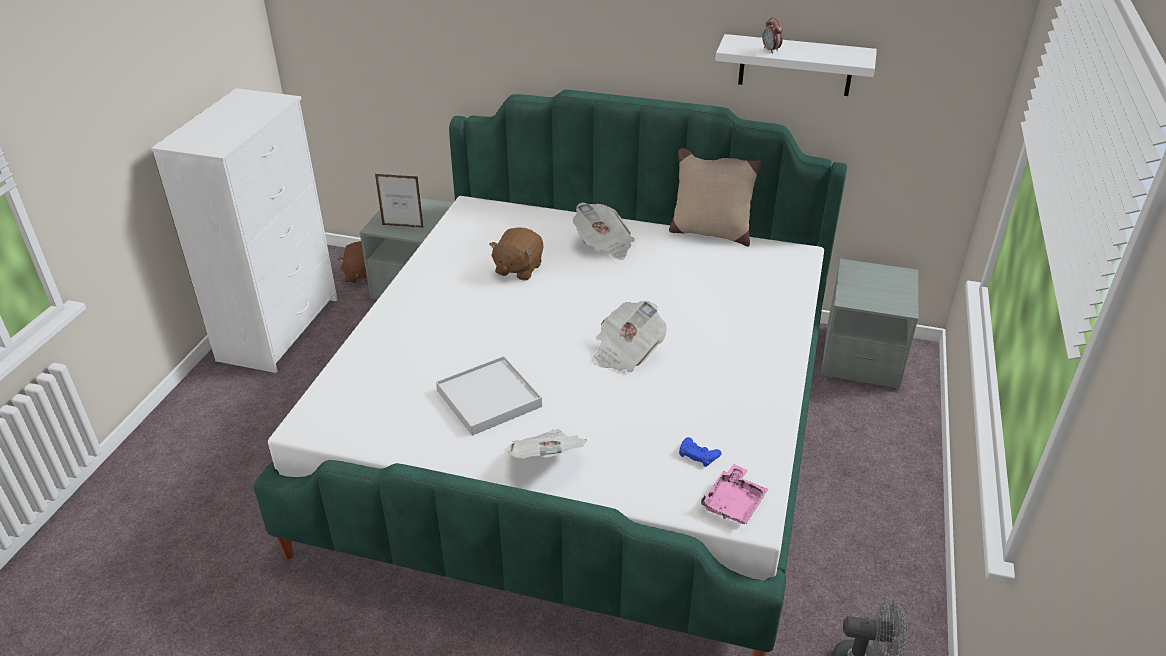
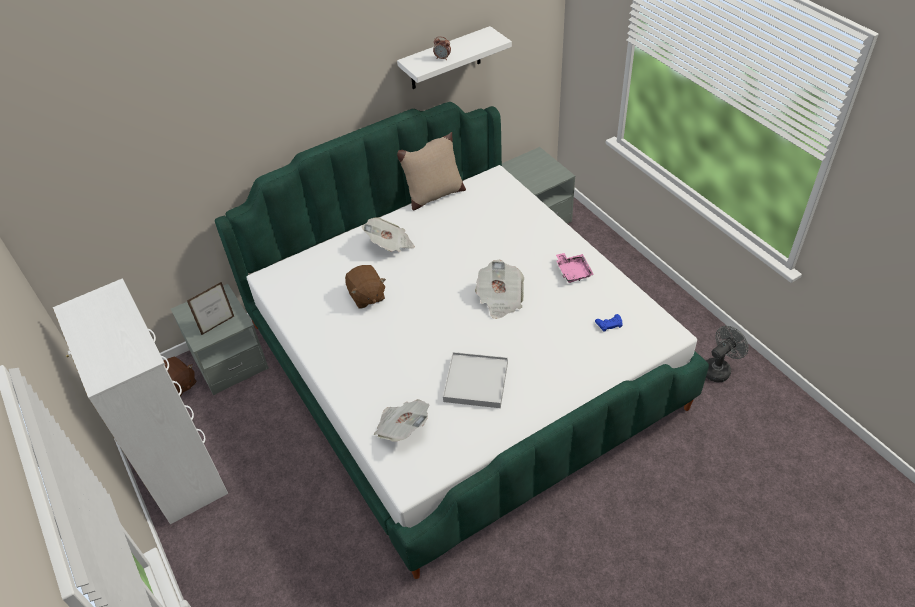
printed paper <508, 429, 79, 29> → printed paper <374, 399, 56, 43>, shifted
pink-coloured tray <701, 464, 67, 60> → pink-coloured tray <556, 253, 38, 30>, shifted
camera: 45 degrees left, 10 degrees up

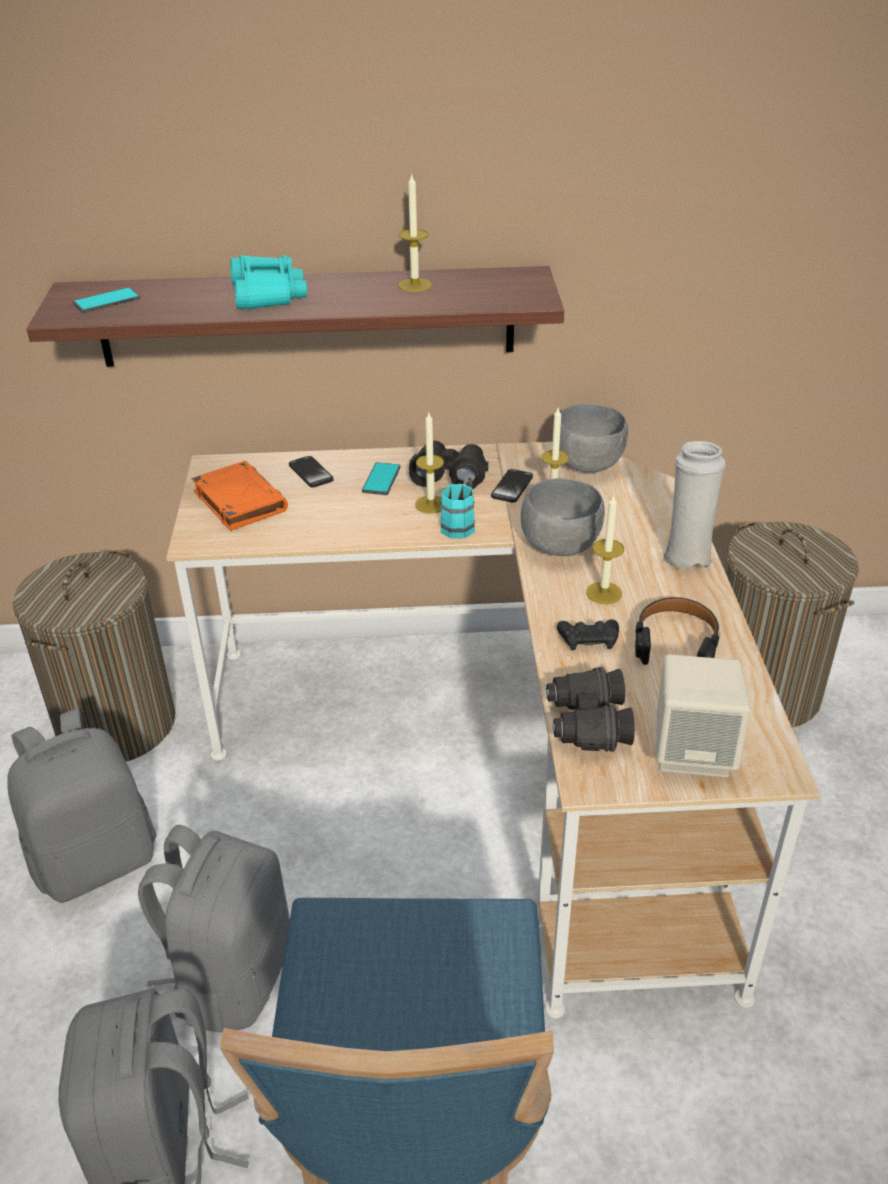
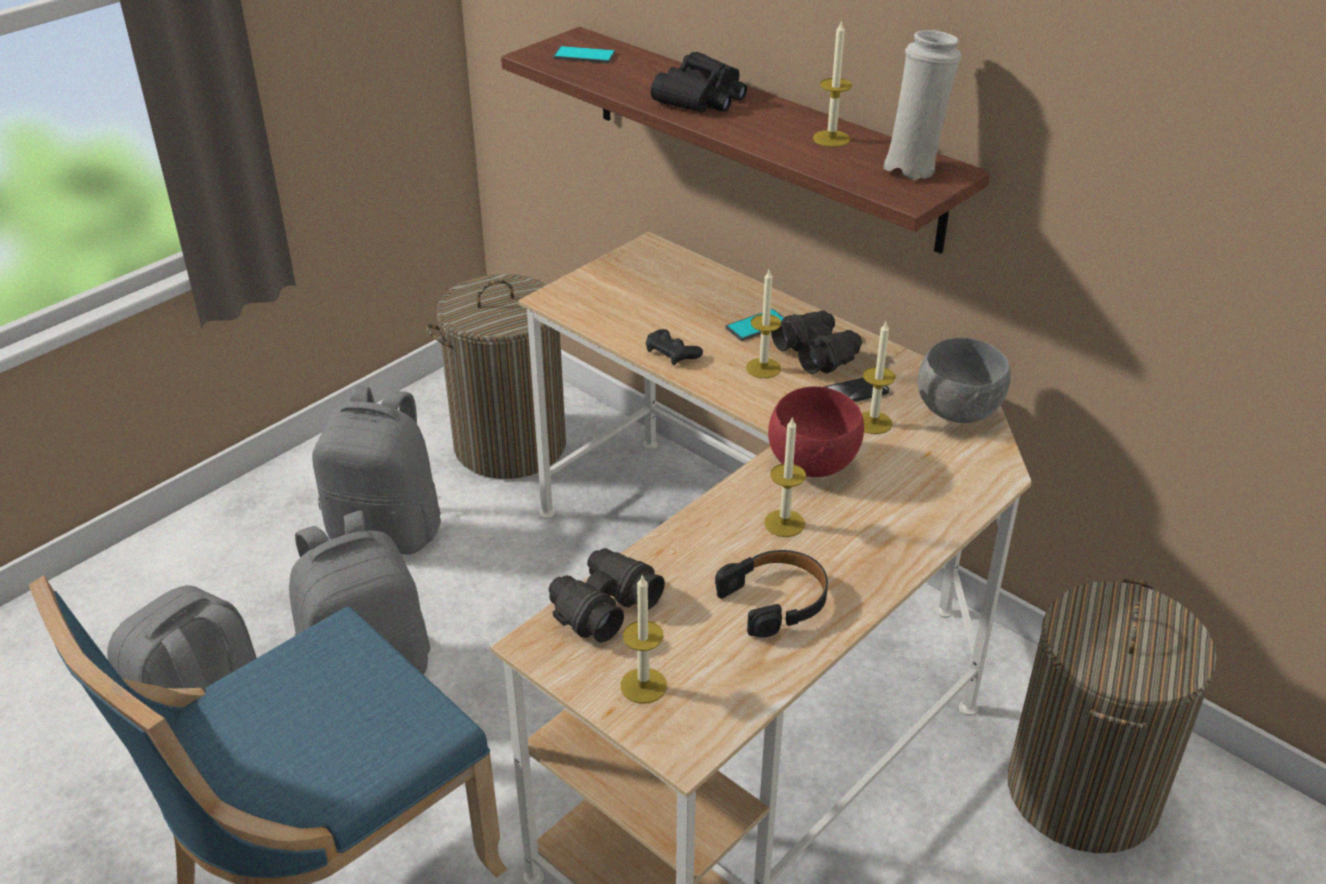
beige-coloured speaker <656, 654, 95, 123> → wax light <621, 574, 46, 130>
blackish gamepad <557, 619, 62, 32> → blackish gamepad <646, 329, 57, 36>, shifted
blue-green pair of binoculars <230, 255, 77, 55> → blackish pair of binoculars <651, 52, 96, 61>
greyish deep dish <521, 478, 84, 78> → red-coloured deep dish <768, 387, 96, 90>
white flower vase <663, 441, 63, 128> → white flower vase <883, 30, 78, 150>, shifted
orange bound book <192, 461, 96, 70> → -
handset <289, 456, 44, 31> → -
blue-green mug <440, 477, 35, 62> → -
camera: 45 degrees right, 0 degrees up

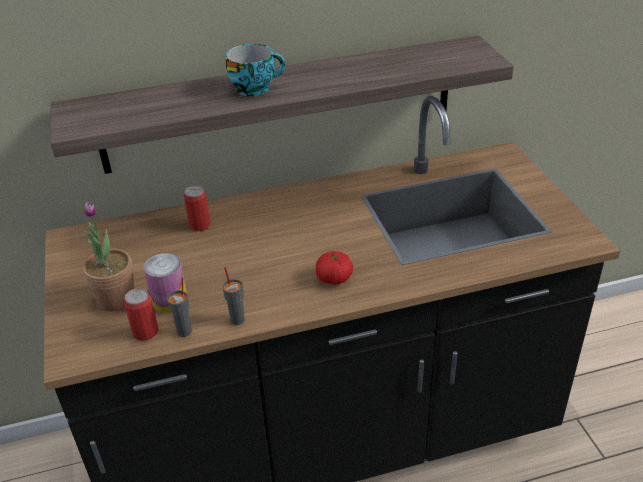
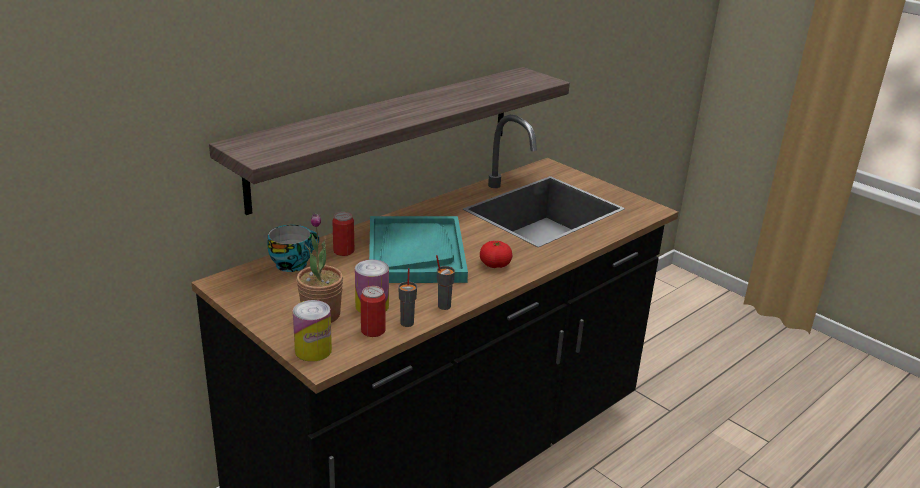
drinking cup <226, 44, 60, 52> → drinking cup <267, 225, 52, 47>, shifted
- → sealed can <293, 300, 39, 62>
- → blue-green tray <369, 216, 99, 67>
camera: 30 degrees left, 10 degrees down

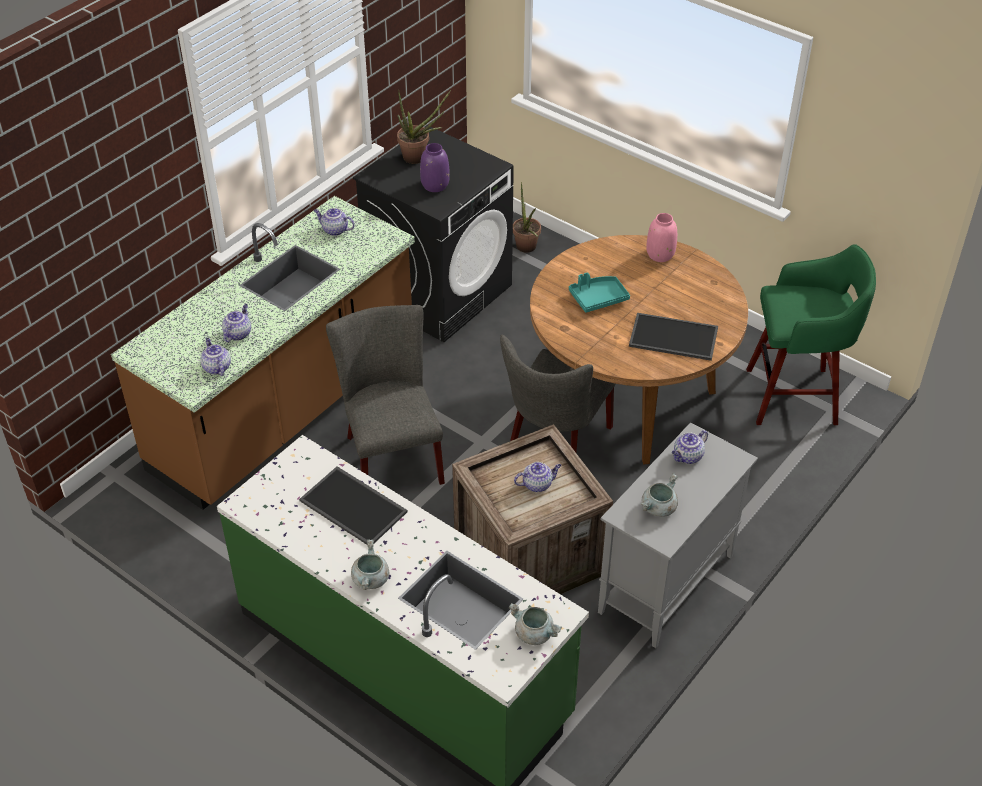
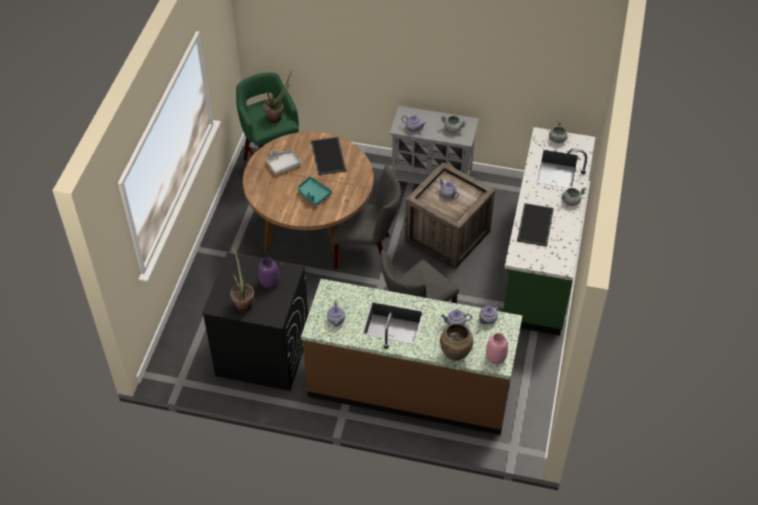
houseplant <513, 182, 28, 71> → houseplant <263, 70, 29, 53>, shifted
- → greyish tray <265, 150, 37, 25>
- → brown-coloured flower vase <440, 323, 33, 38>
pink-coloured flower vase <646, 213, 31, 49> → pink-coloured flower vase <486, 333, 22, 31>, shifted
camera: 115 degrees left, 5 degrees up

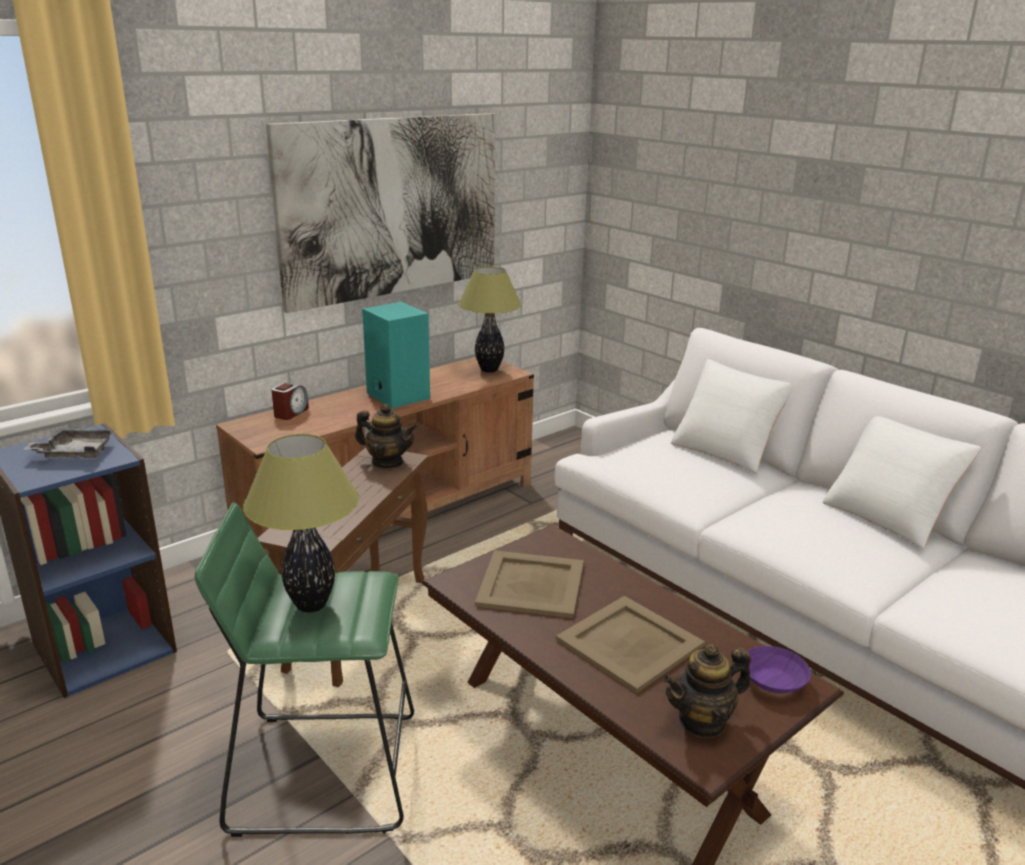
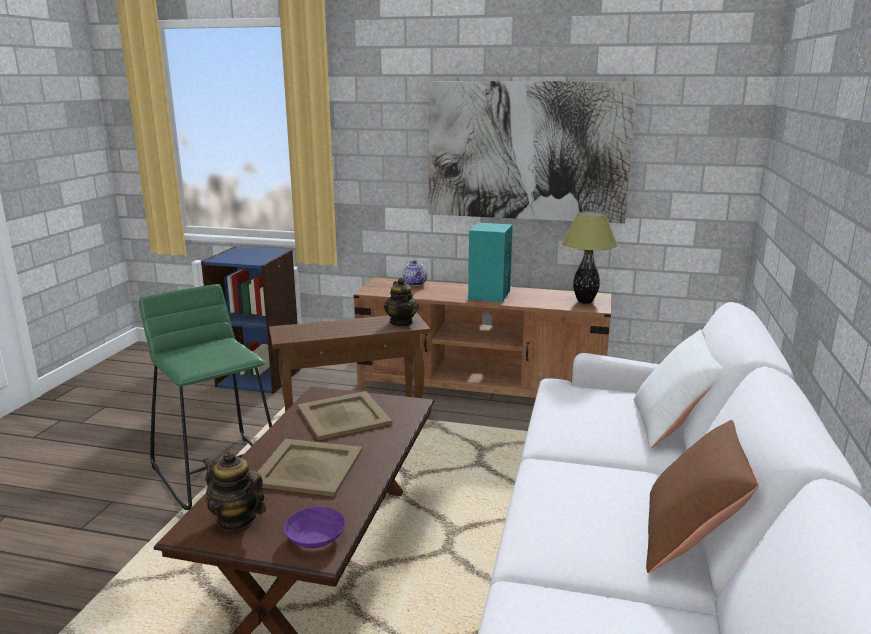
alarm clock <272, 383, 37, 37> → teapot <403, 260, 25, 26>
white pillow <823, 416, 158, 133> → brown-coloured pillow <646, 420, 113, 153>
greyish tray <23, 428, 92, 30> → -
table lamp <243, 434, 116, 179> → -
camera: 55 degrees right, 5 degrees down

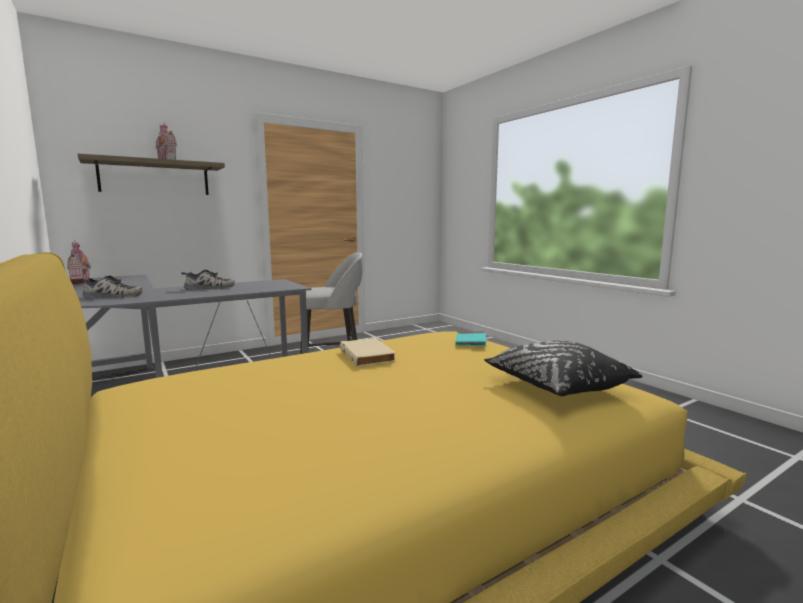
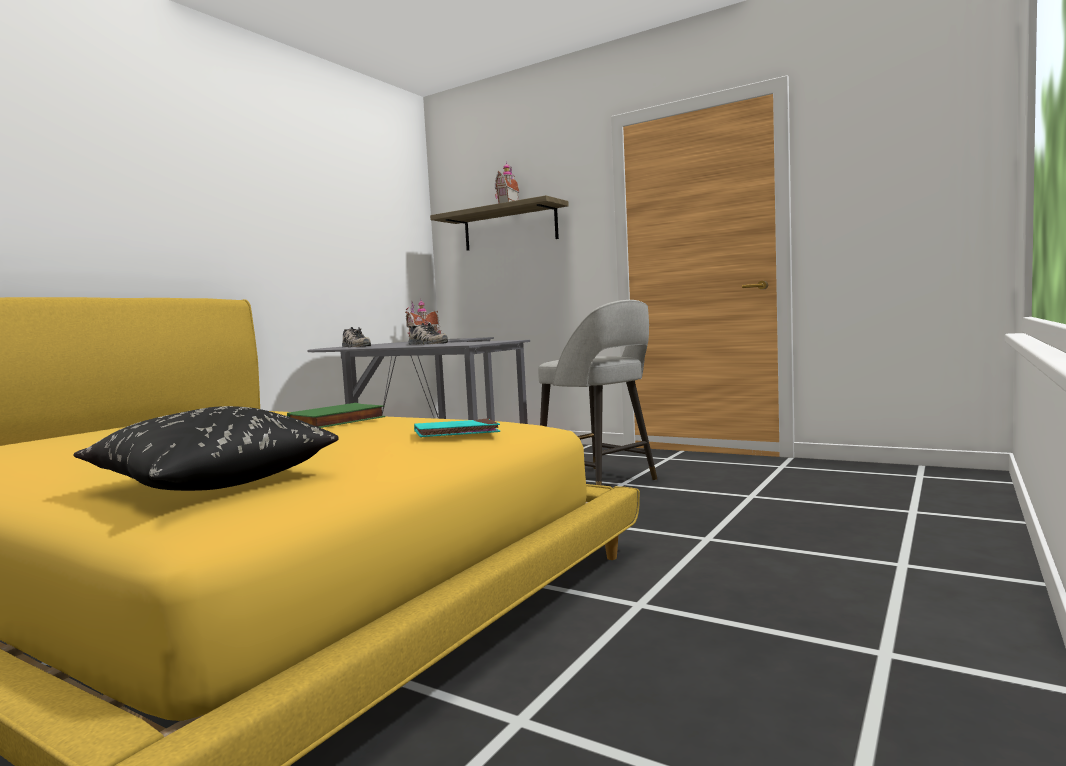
beige-coloured bound book <340, 338, 56, 29> → greenish bound book <287, 403, 98, 25>
camera: 65 degrees right, 5 degrees down

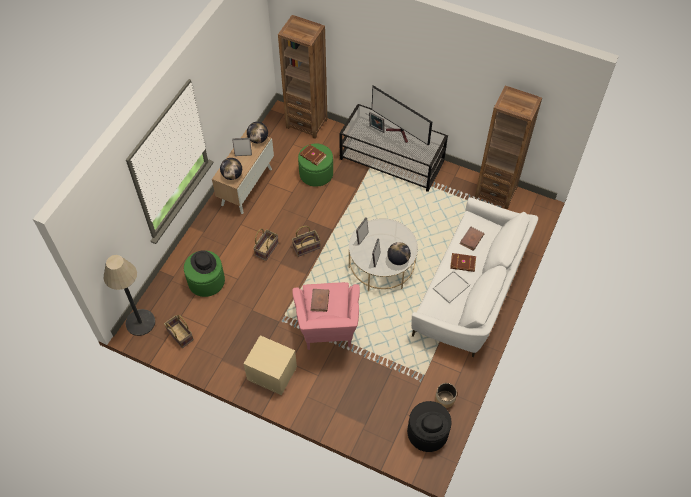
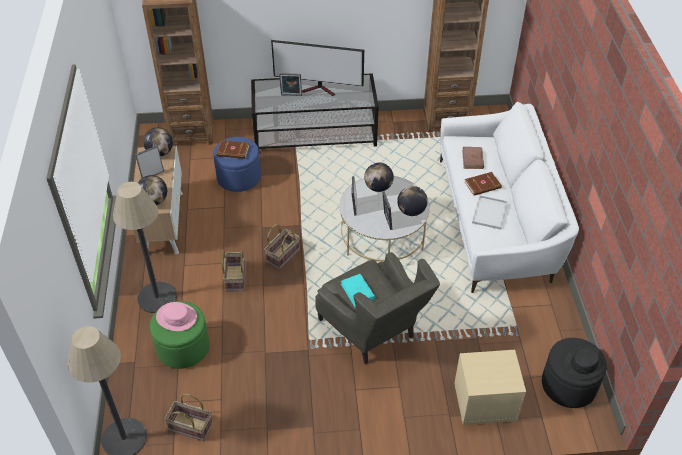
- → floor lamp <113, 182, 64, 131>
blackish clothing hat <190, 251, 26, 23> → pink-coloured clothing hat <156, 302, 41, 29>
greenish footrest <298, 144, 35, 43> → bluish footrest <213, 137, 48, 55>
pink-coloured lounge chair <292, 282, 68, 68> → greyish lounge chair <315, 252, 125, 113>
brown-coloured bound book <310, 289, 19, 23> → blue-green bound book <341, 274, 34, 33>
- → world globe <364, 163, 30, 29>
beige-coloured night table <243, 335, 54, 60> → beige-coloured night table <454, 350, 72, 75>, shifted
flower pot <435, 383, 22, 25> → -
camera: 30 degrees left, 10 degrees down

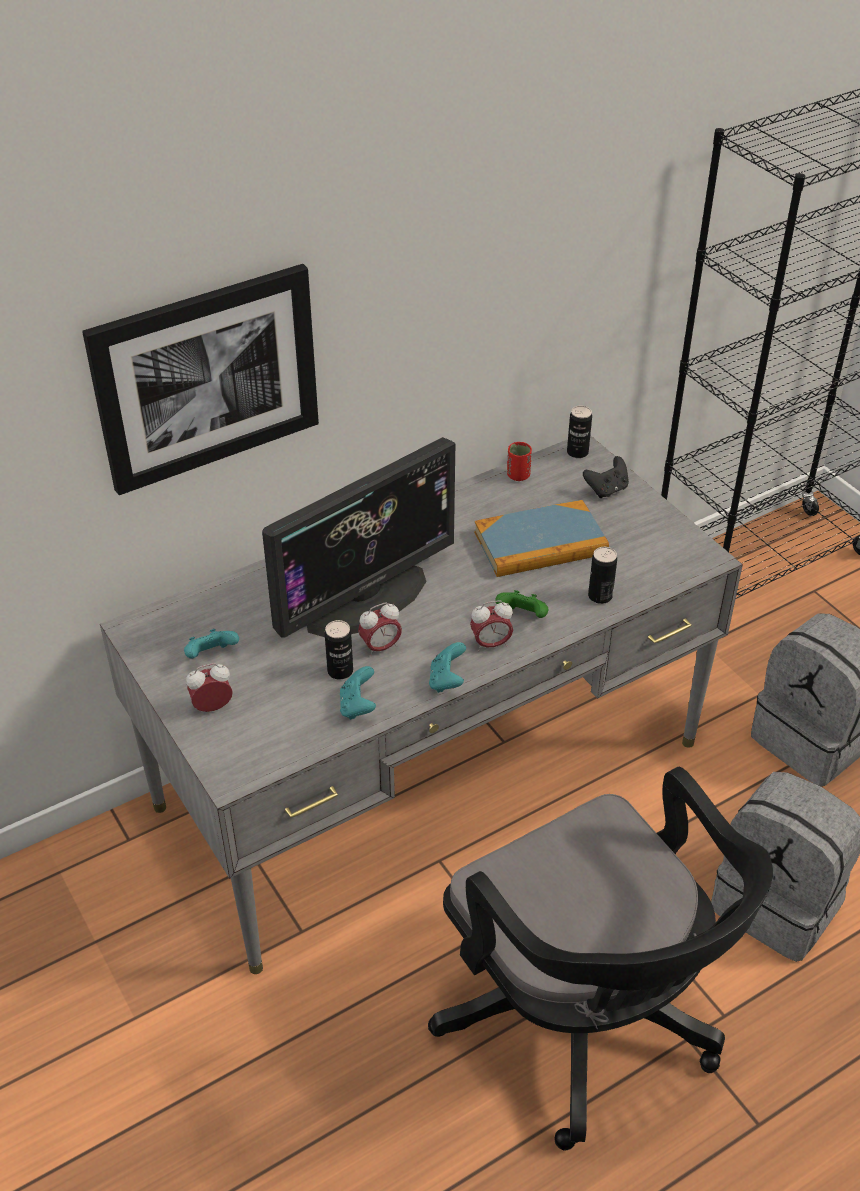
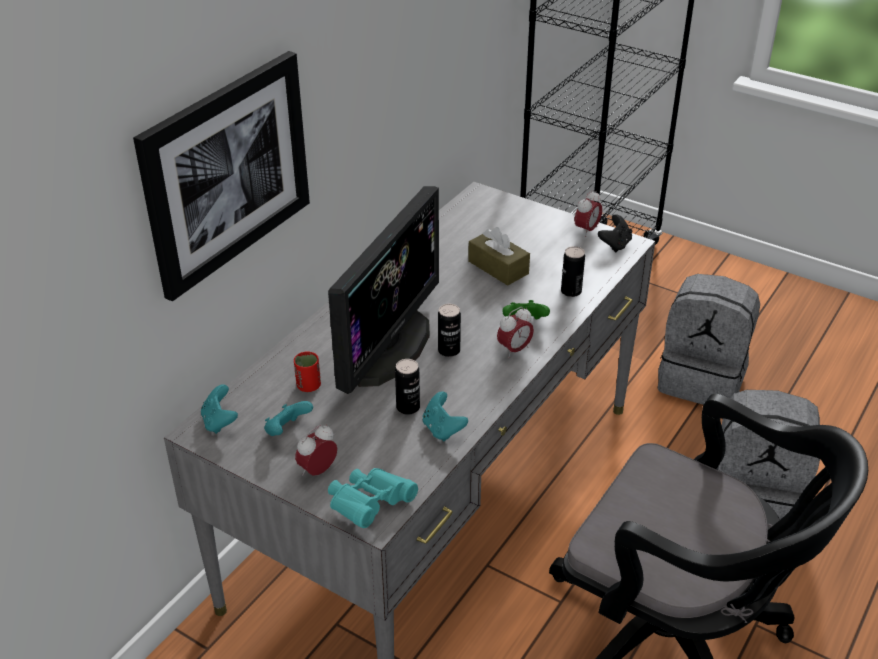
blue-green gamepad <429, 642, 37, 51> → blue-green gamepad <201, 384, 37, 50>, shifted
red-coloured drinking cup <507, 442, 25, 39> → red-coloured drinking cup <294, 351, 27, 41>, shifted
- → blue-green pair of binoculars <328, 468, 90, 60>
sealed can <567, 406, 25, 52> → sealed can <438, 304, 23, 53>, shifted
bound book <474, 500, 135, 77> → brown-coloured box of tissues <468, 227, 62, 59>
alarm clock <358, 602, 44, 55> → alarm clock <575, 190, 27, 47>, shifted
blackish gamepad <583, 456, 46, 42> → blackish gamepad <598, 214, 34, 38>, shifted
camera: 25 degrees left, 5 degrees down

